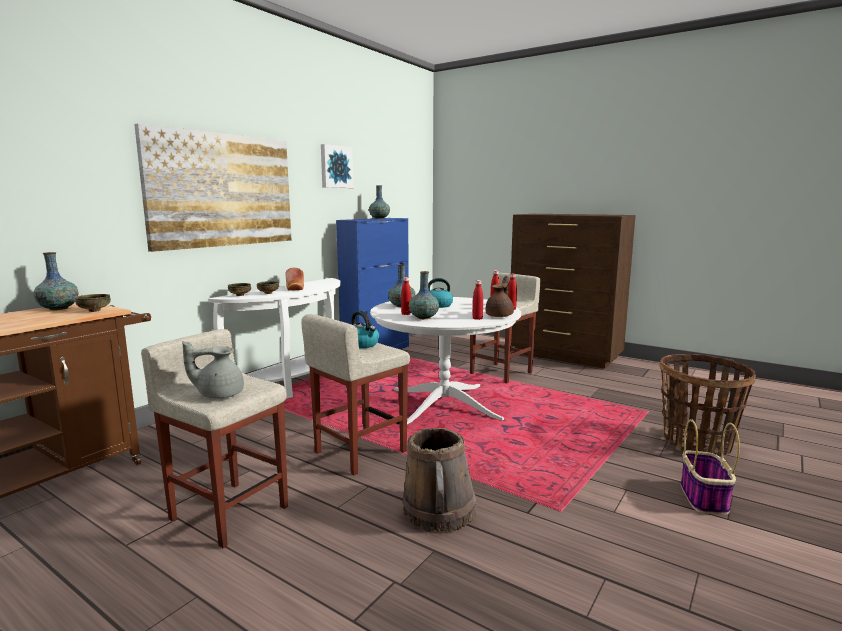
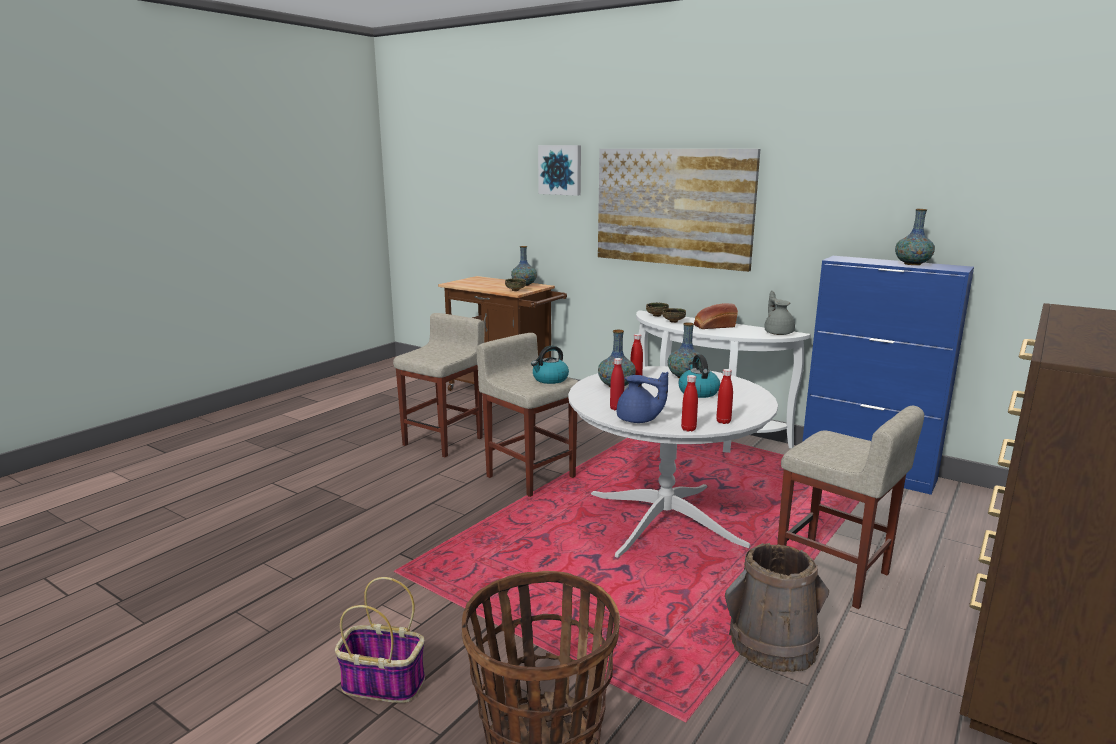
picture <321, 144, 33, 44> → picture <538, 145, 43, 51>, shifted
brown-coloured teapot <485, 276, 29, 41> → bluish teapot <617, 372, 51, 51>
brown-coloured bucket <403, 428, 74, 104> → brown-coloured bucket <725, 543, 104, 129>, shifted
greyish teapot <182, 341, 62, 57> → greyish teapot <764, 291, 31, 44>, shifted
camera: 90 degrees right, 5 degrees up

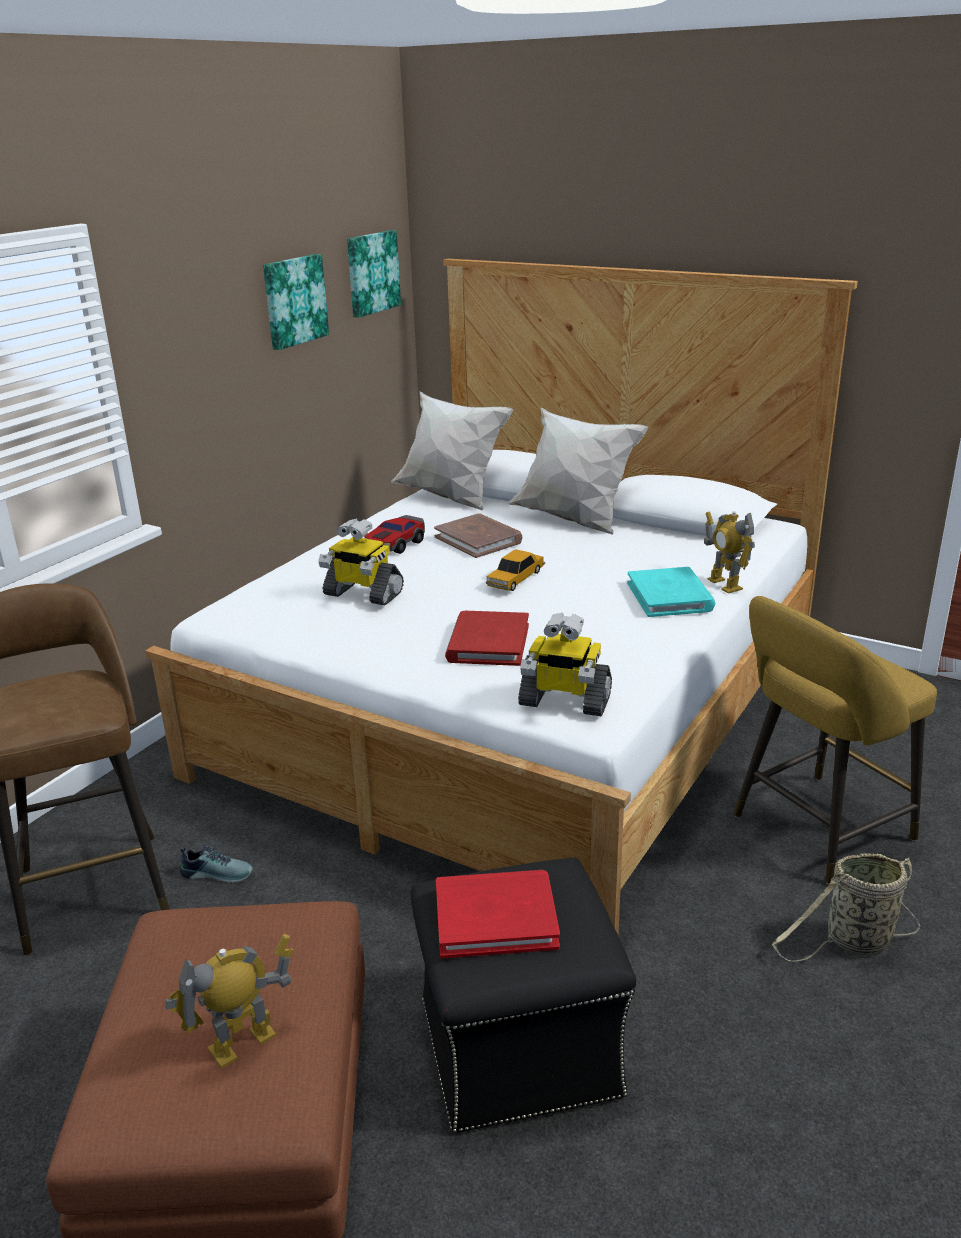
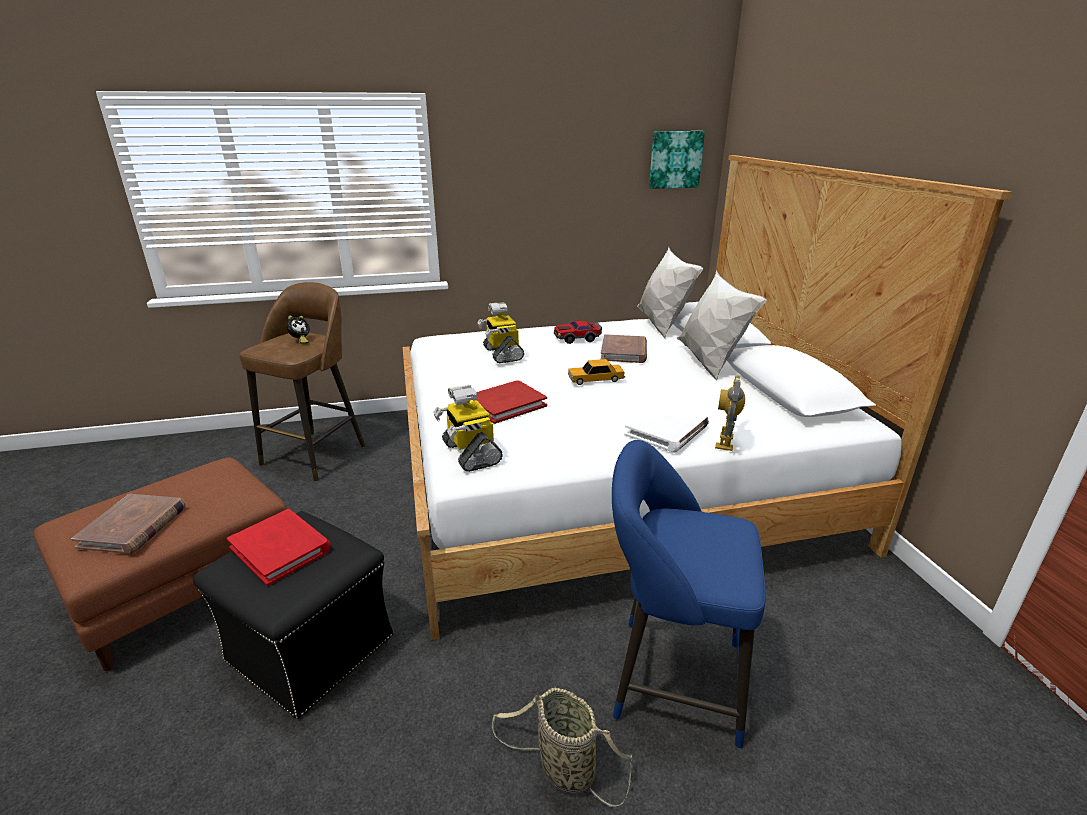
model robot <165, 934, 129, 135> → brown-coloured bound book <71, 494, 114, 60>
- → alarm clock <287, 316, 23, 28>
yellowish stool <734, 596, 203, 288> → bluish stool <612, 440, 153, 309>
blue-green bound book <627, 567, 88, 50> → white bound book <624, 401, 85, 51>
shoe <180, 845, 73, 38> → -
picture <263, 254, 66, 96> → -
camera: 45 degrees right, 0 degrees up

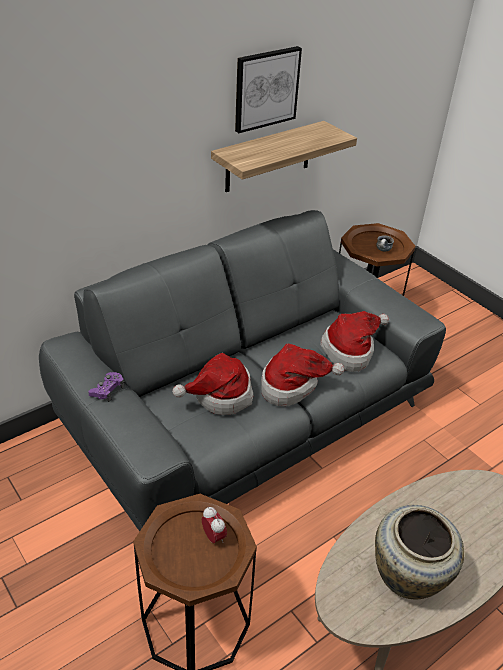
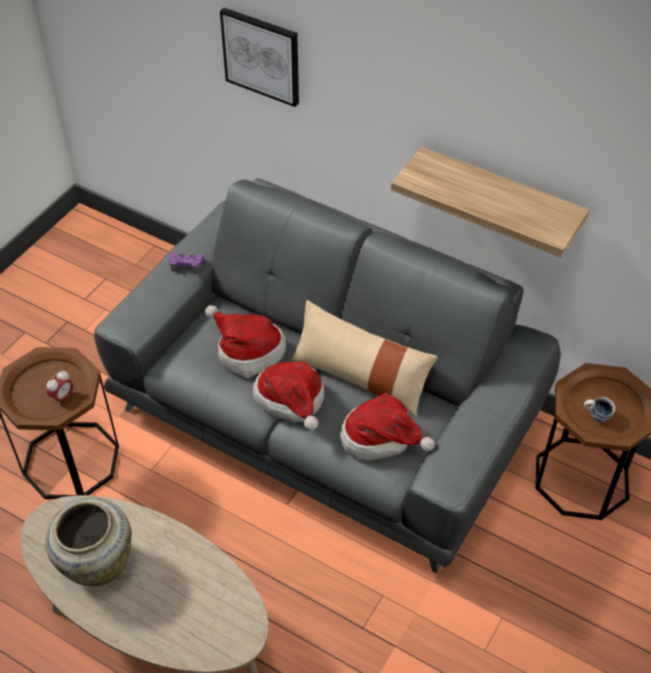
picture <235, 46, 67, 87> → picture <220, 8, 79, 99>, shifted
- → beige-coloured pillow <291, 300, 146, 116>
camera: 70 degrees right, 10 degrees up

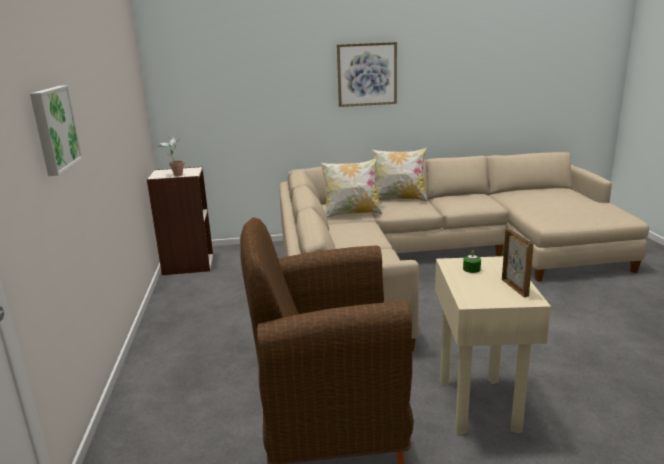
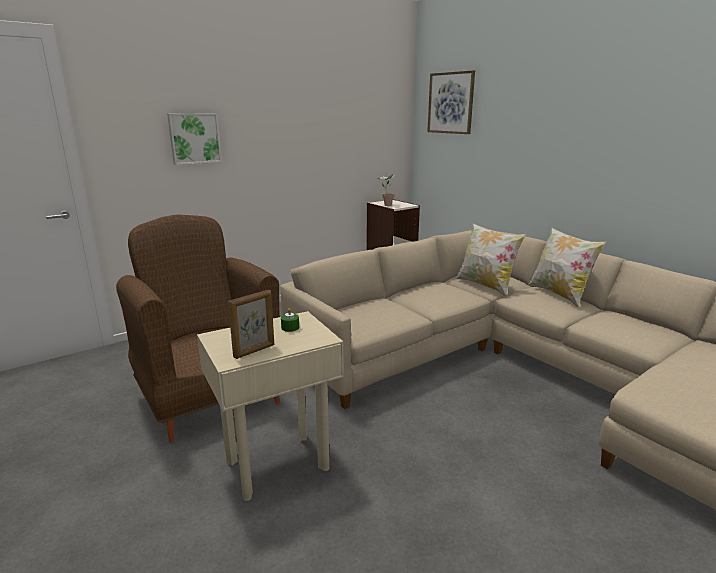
picture <337, 42, 60, 65> → picture <427, 70, 48, 64>, shifted
camera: 60 degrees right, 0 degrees up

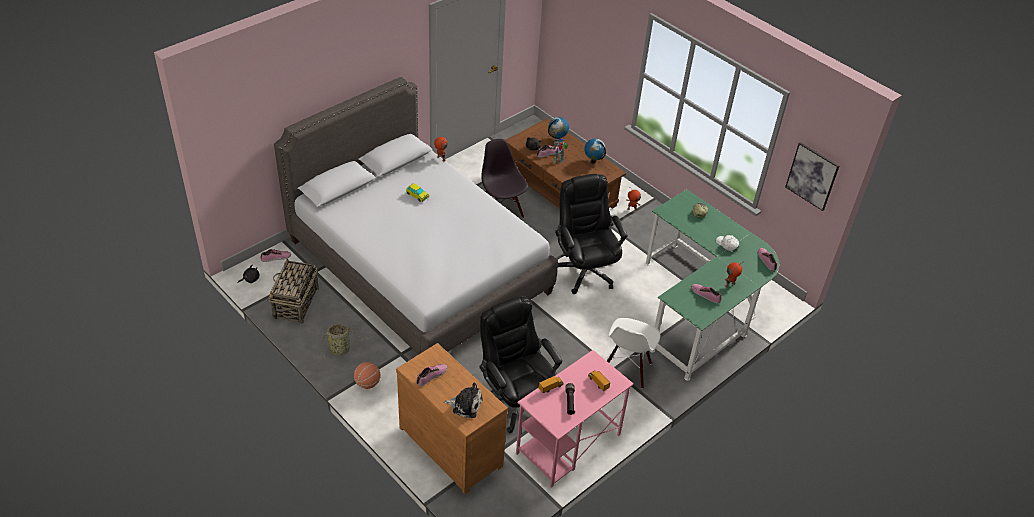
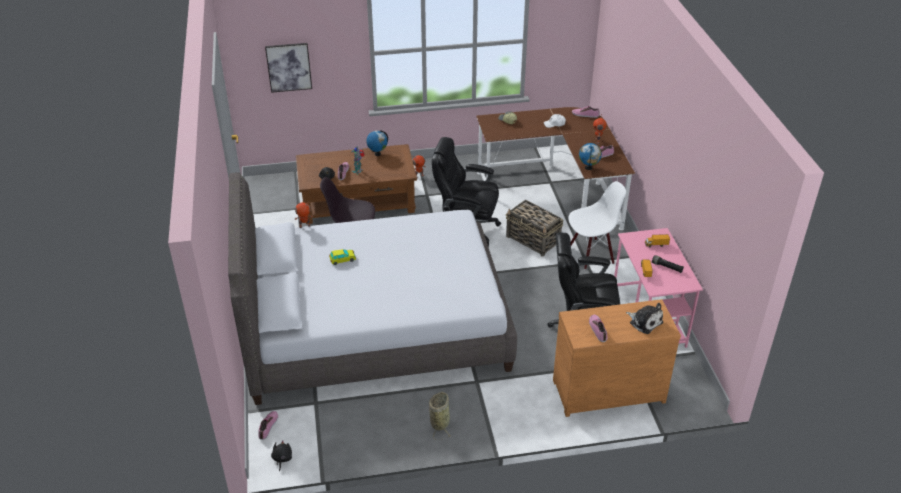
picture <785, 142, 54, 69> → picture <265, 43, 47, 50>, shifted
greenish desk <645, 189, 134, 192> → brown-coloured desk <476, 107, 159, 123>
basket <269, 258, 50, 66> → basket <506, 200, 57, 57>, shifted
white chair <607, 318, 53, 71> → white chair <568, 181, 58, 89>, 75 degrees counterclockwise
world globe <548, 117, 21, 24> → world globe <579, 143, 23, 27>, shifted
soft toy <444, 382, 39, 36> → soft toy <626, 303, 37, 31>, 90 degrees clockwise
ball for basketball <354, 362, 26, 27> → -
camera: 55 degrees left, 5 degrees down

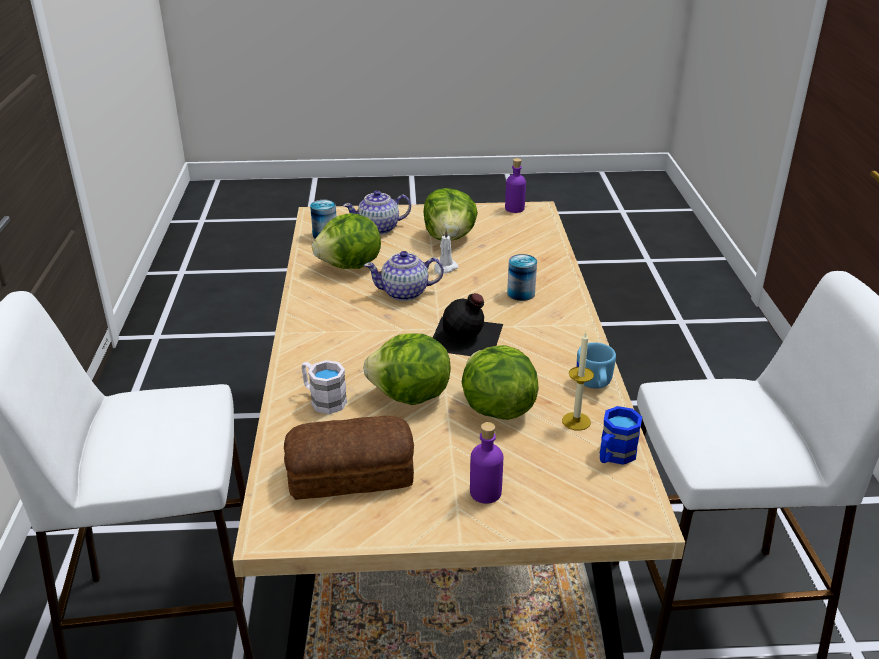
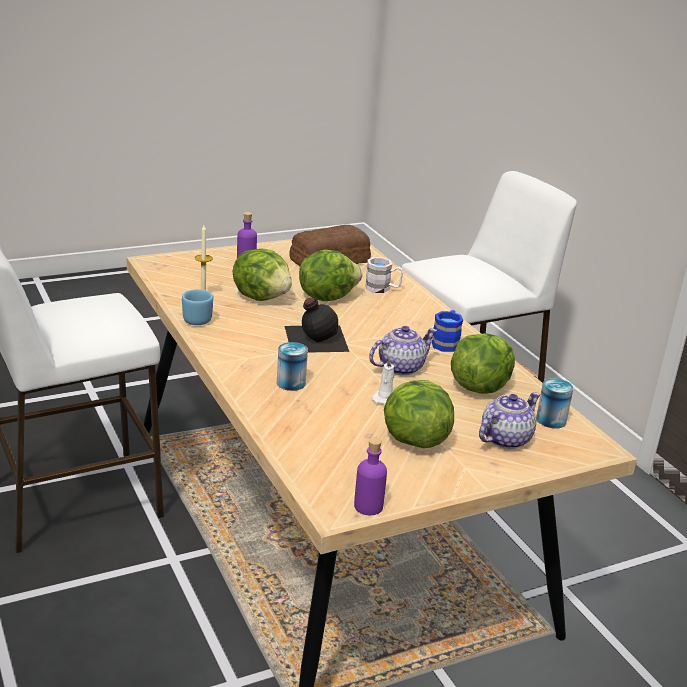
bluish mug <600, 406, 42, 59> → bluish mug <432, 310, 31, 42>, shifted
camera: 155 degrees right, 5 degrees down

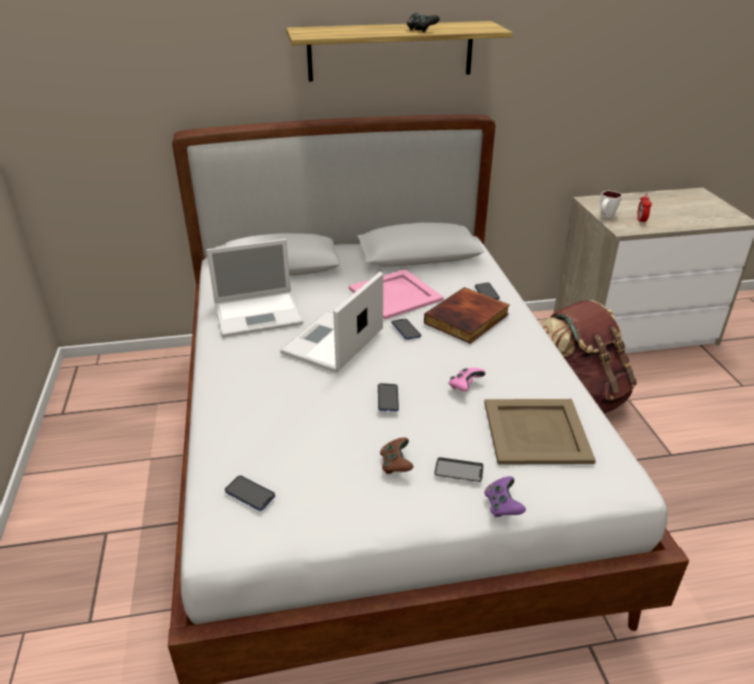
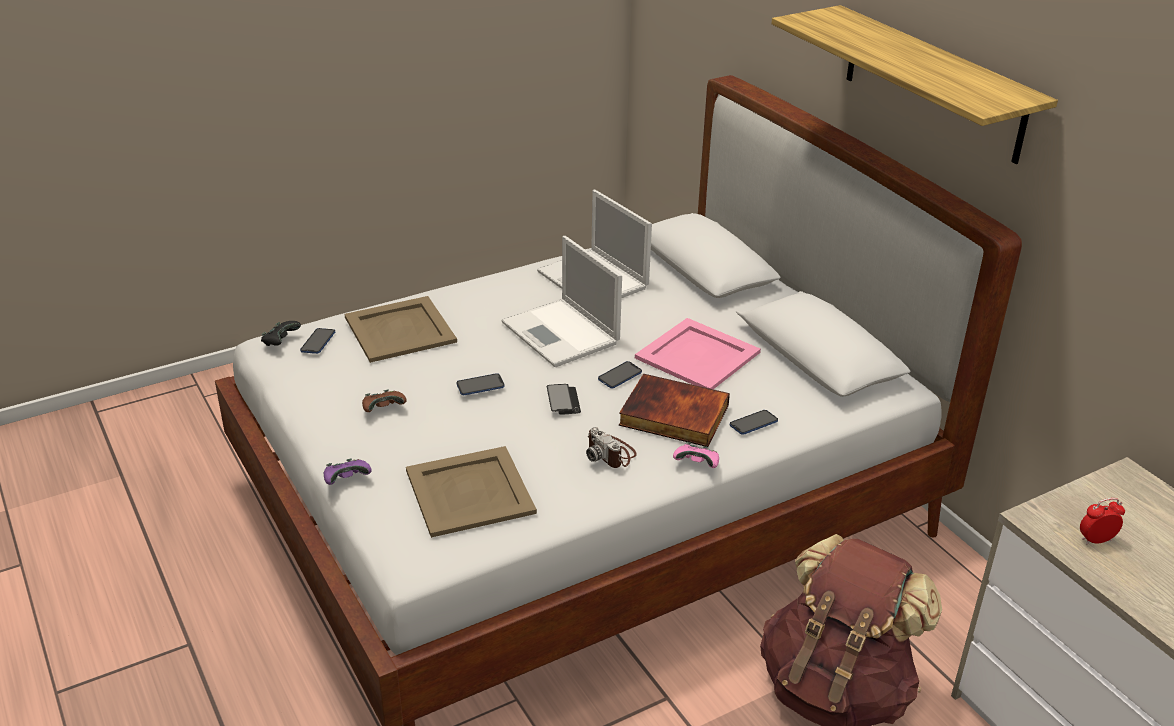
blackish gamepad <407, 13, 33, 19> → blackish gamepad <261, 321, 40, 25>, shifted
- → beige-coloured tray <345, 296, 112, 67>
portable computer <280, 272, 103, 101> → portable computer <501, 236, 121, 131>, 135 degrees counterclockwise
handset <435, 457, 48, 25> → handset <547, 384, 34, 31>, shifted
- → photo camera <586, 427, 51, 41>
pink-coloured gamepad <448, 368, 38, 23> → pink-coloured gamepad <673, 442, 46, 26>, shifted
white mug <601, 191, 21, 27> → -
camera: 70 degrees right, 0 degrees up

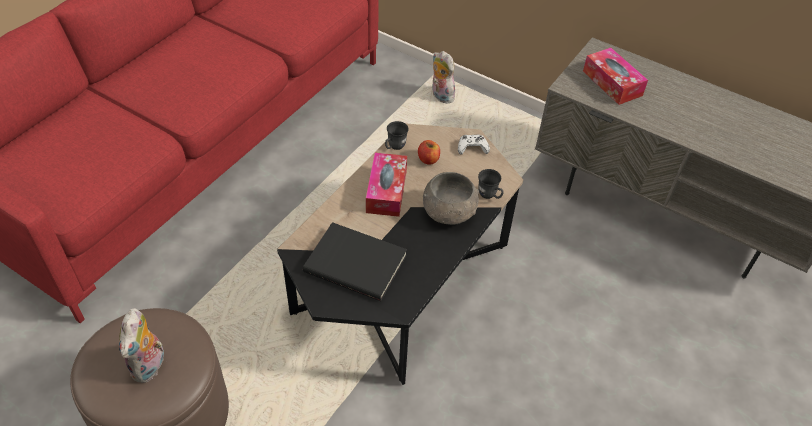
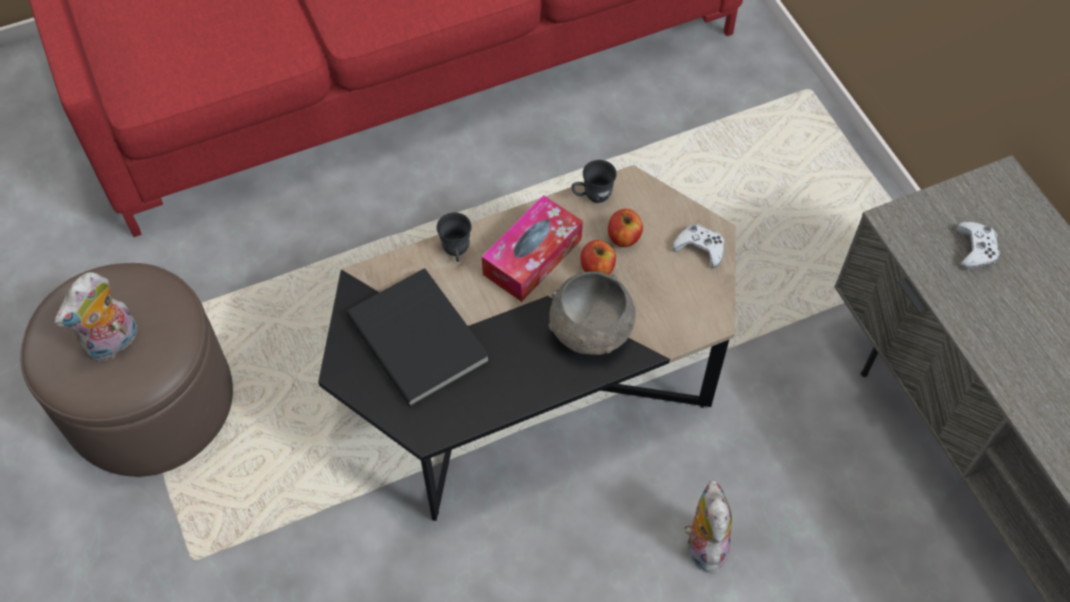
greyish mug <478, 169, 26, 30> → greyish mug <437, 213, 34, 49>, shifted
- → apple fruit <580, 240, 36, 35>
soft toy <432, 51, 23, 52> → soft toy <685, 479, 47, 97>, shifted
box of tissues <583, 48, 65, 57> → white gamepad <956, 221, 44, 48>
camera: 35 degrees right, 10 degrees up

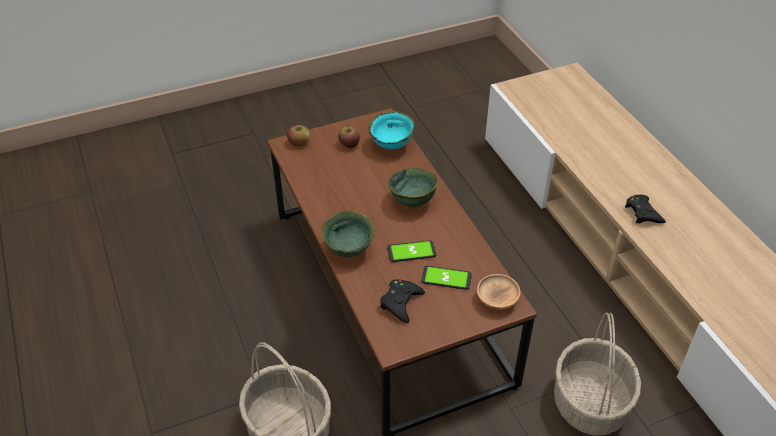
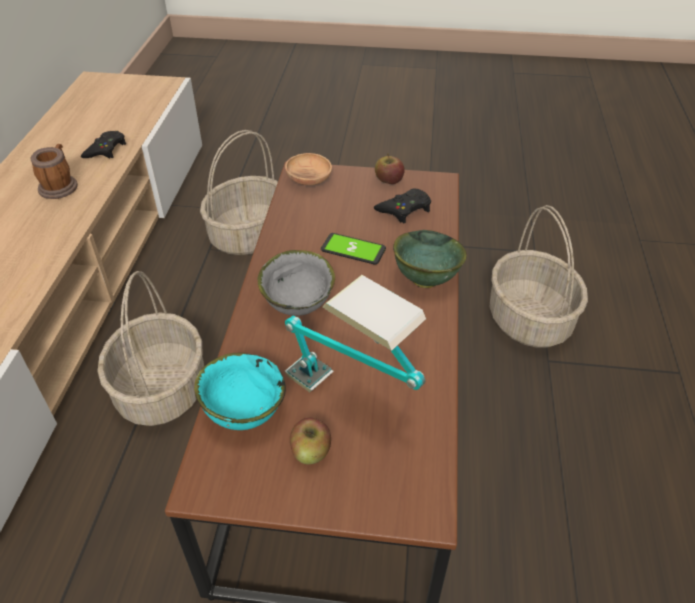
- → mug <31, 144, 47, 55>
blackish gamepad <625, 195, 41, 29> → blackish gamepad <81, 131, 45, 27>, shifted
- → basket <97, 271, 107, 155>
greenish deep dish <389, 168, 49, 40> → greyish deep dish <258, 250, 77, 66>
- → table lamp <285, 275, 141, 117>
apple fruit <287, 125, 23, 21> → apple fruit <375, 153, 29, 31>, shifted
handset <421, 266, 51, 24> → -
camera: 150 degrees left, 0 degrees up

